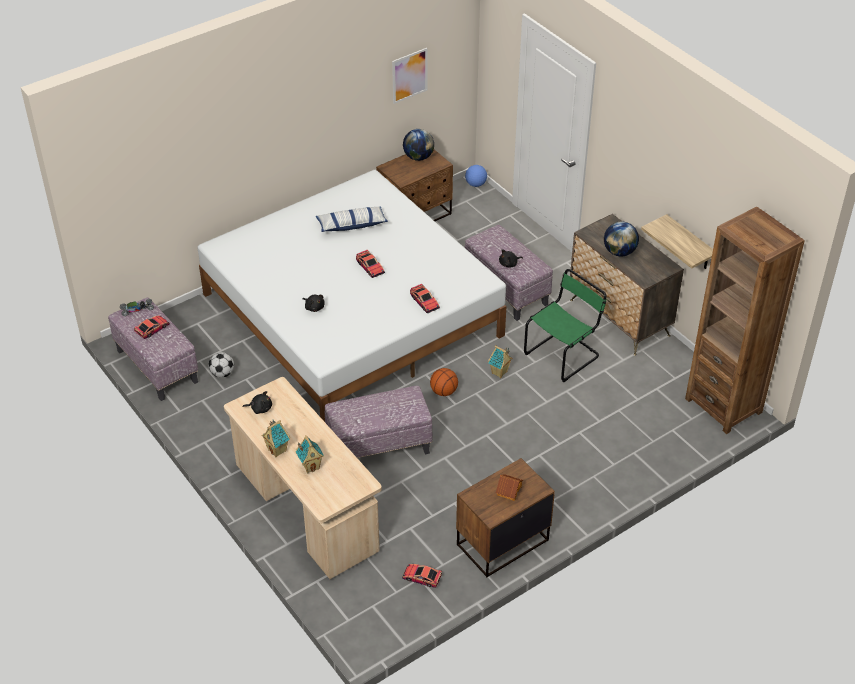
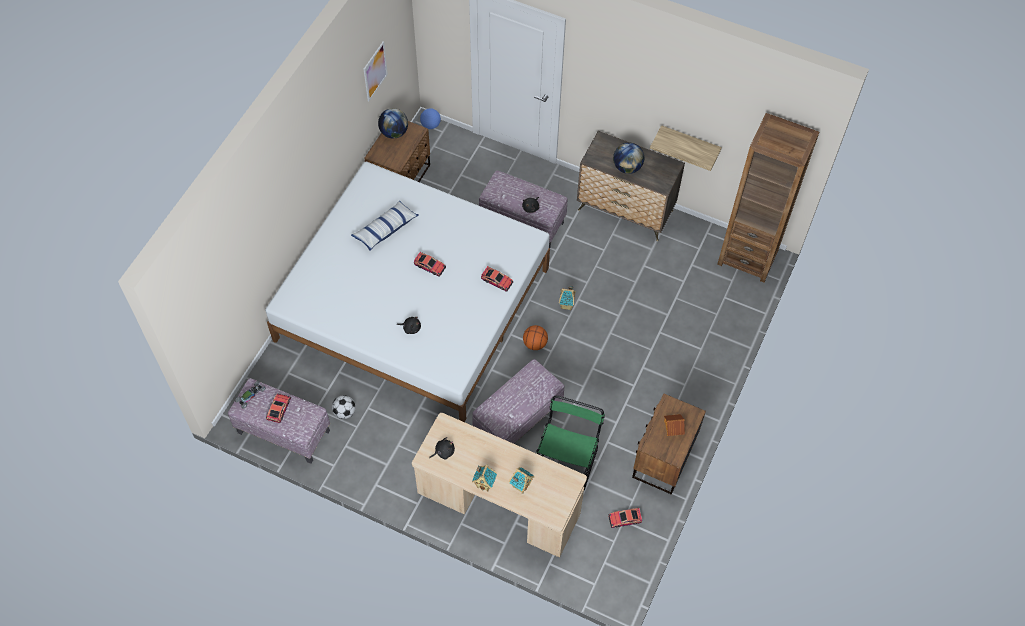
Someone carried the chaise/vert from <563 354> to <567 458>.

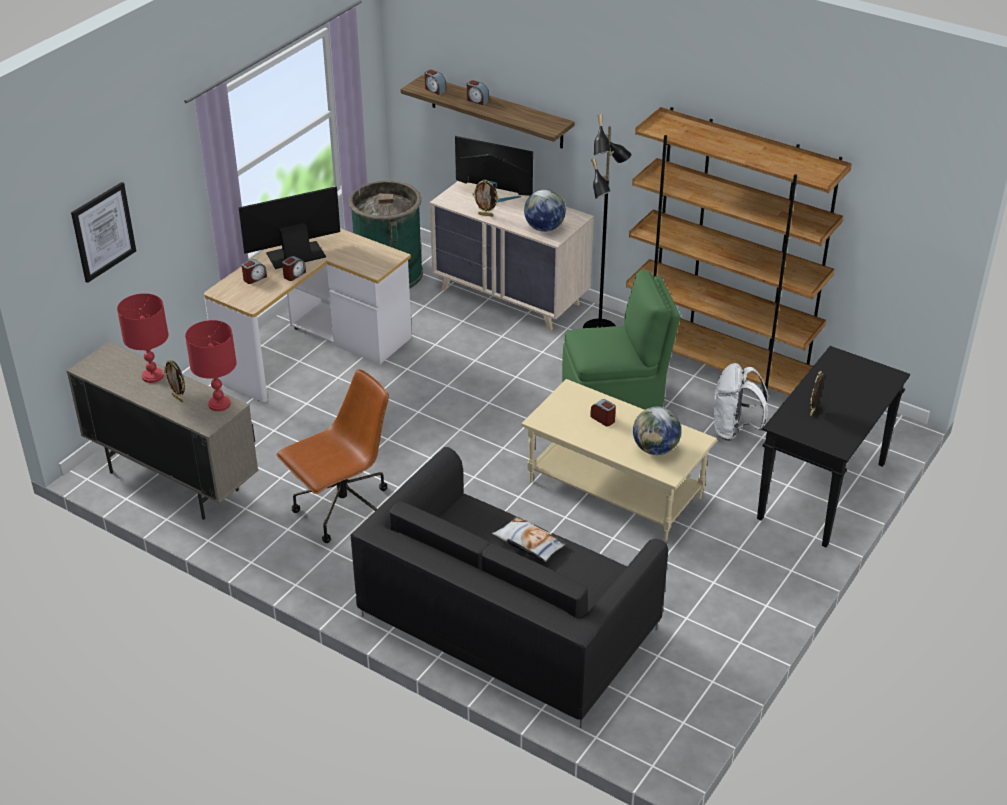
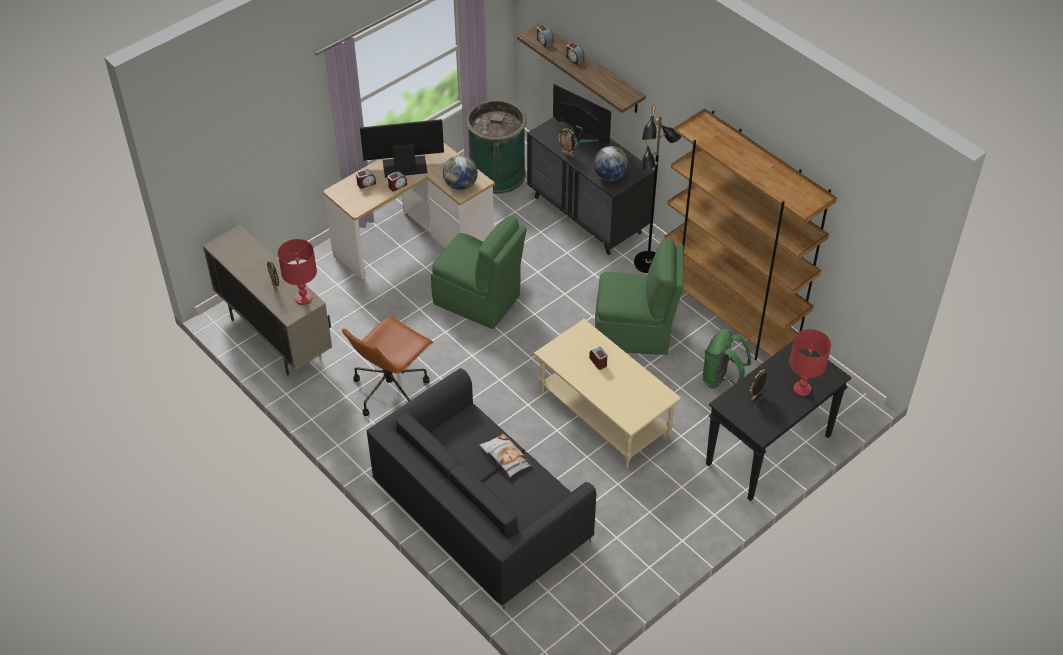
Someone took away the tableau at <103 231>. Someone put down the chaise/vert at <478 301>. Someone carried the lampe de table/rouge from <153 376> to <802 389>. Someone carried the globe from <655 449> to <460 185>. Someone repainted the commode/beige at <511 296>, which became the commode/noir at <588 215>. Someone repainted the sac à dos/blanc at <735 430>, which became the sac à dos/vert at <722 379>. Someone rotated the chaise de bureau/marron at <342 511> by 150 degrees clockwise.

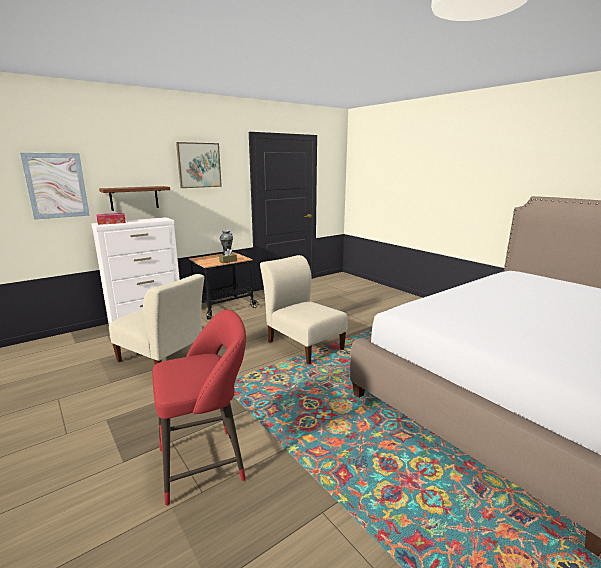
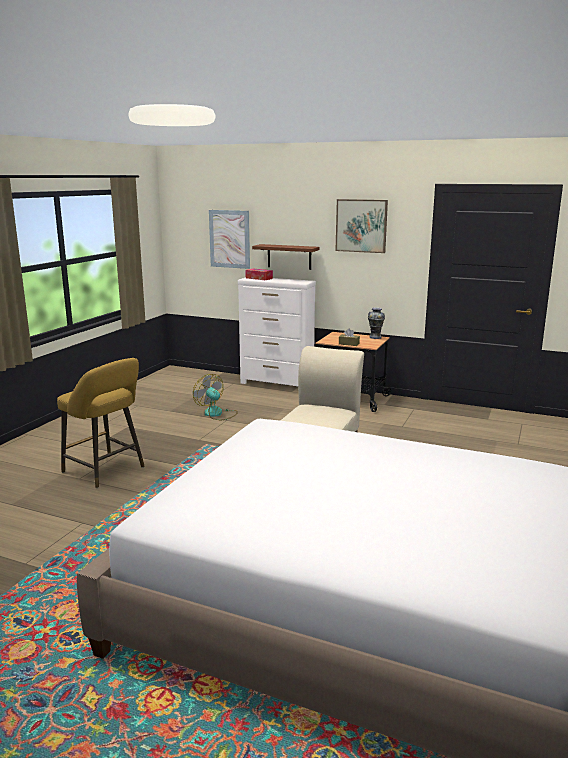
Someone swapped the chaise/beige at <162 361> for the ventilateur at <217 414>. Someone repainted the tabouret/rouge at <207 463>, which became the tabouret/jaune at <106 471>.

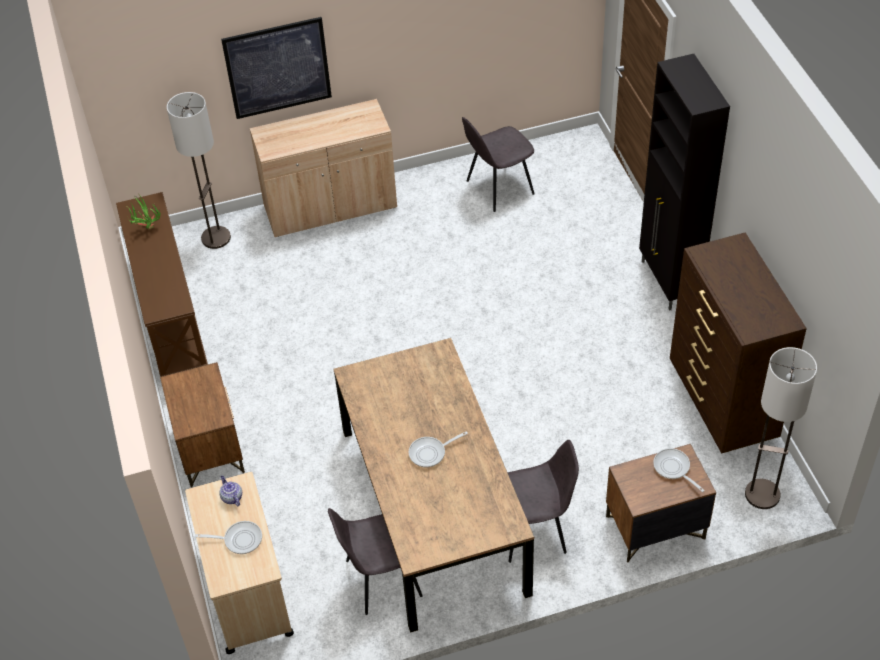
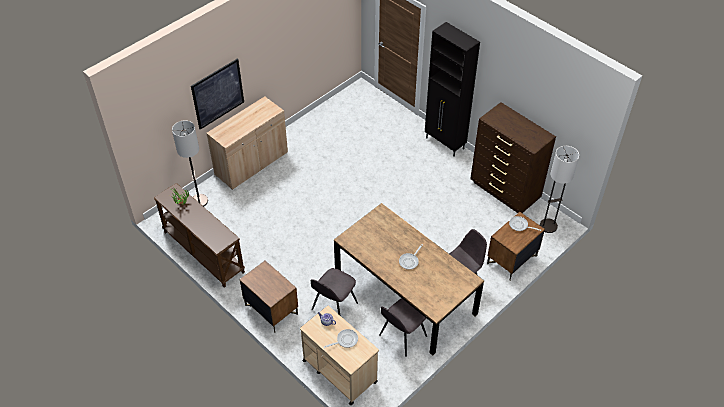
Someone carried the chaise/gris from <498 188> to <334 307>.

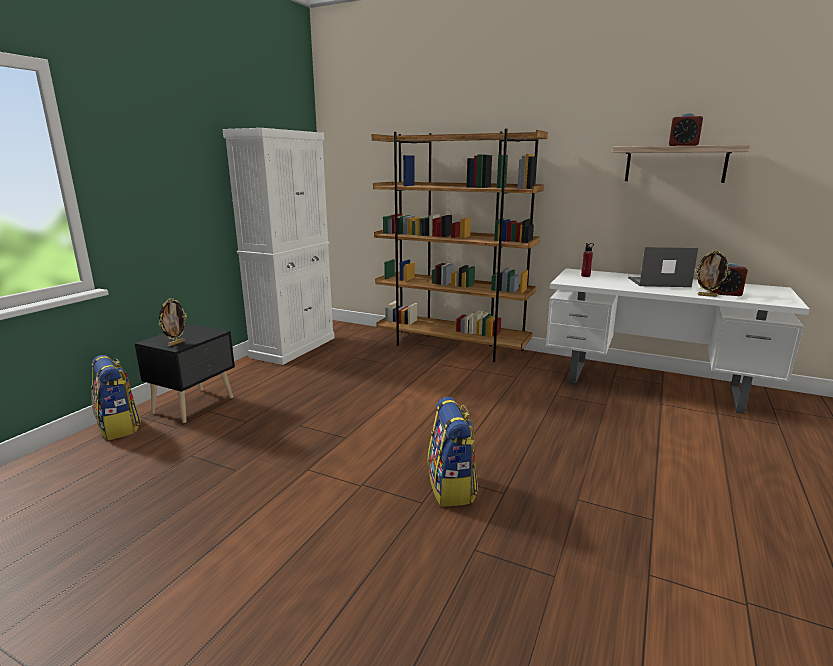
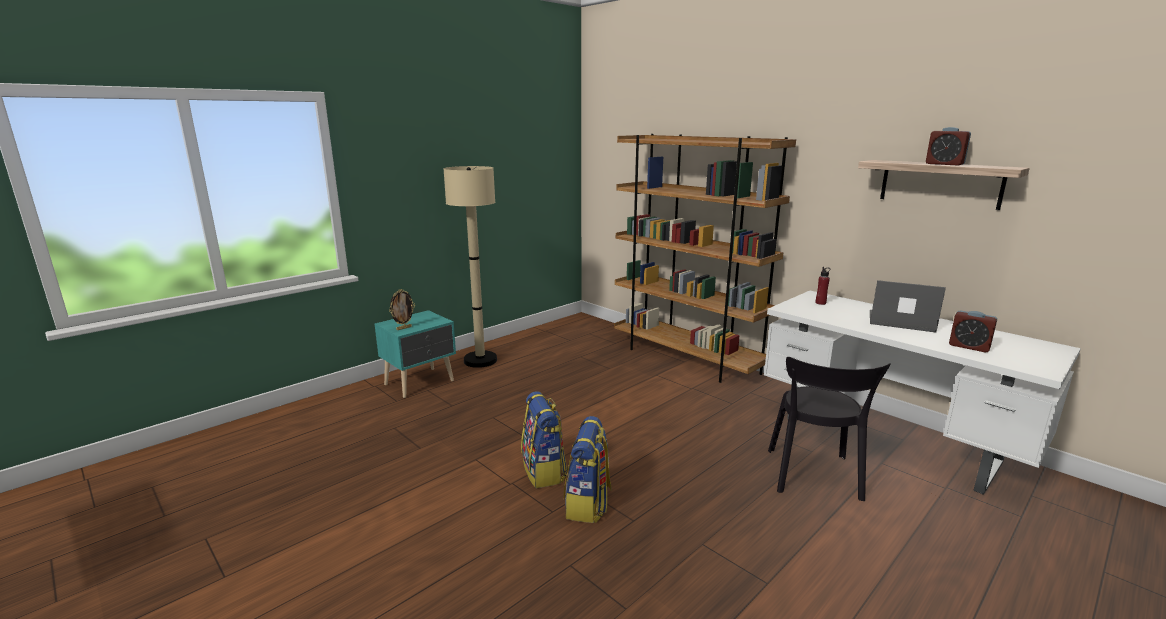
Someone took away the meuble de rangement/blanc at <294 347>. Someone took away the cadre photo at <707 295>. Someone put down the lampadaire/beige at <480 360>. Someone put down the chaise/noir at <813 477>. Someone carried the sac à dos from <119 427> to <544 471>. Someone repainted the table de chevet/noir at <195 405>, which became the table de chevet/turquoise at <421 383>.

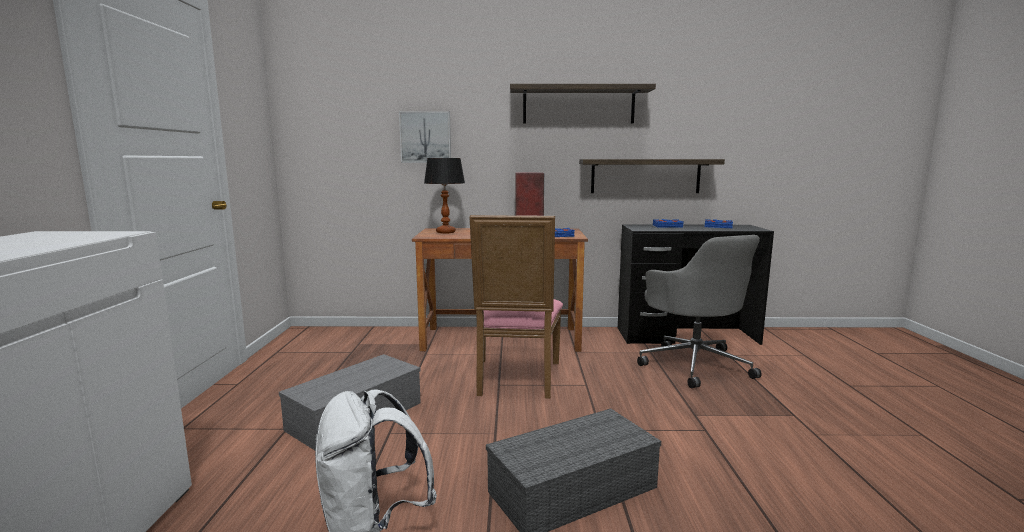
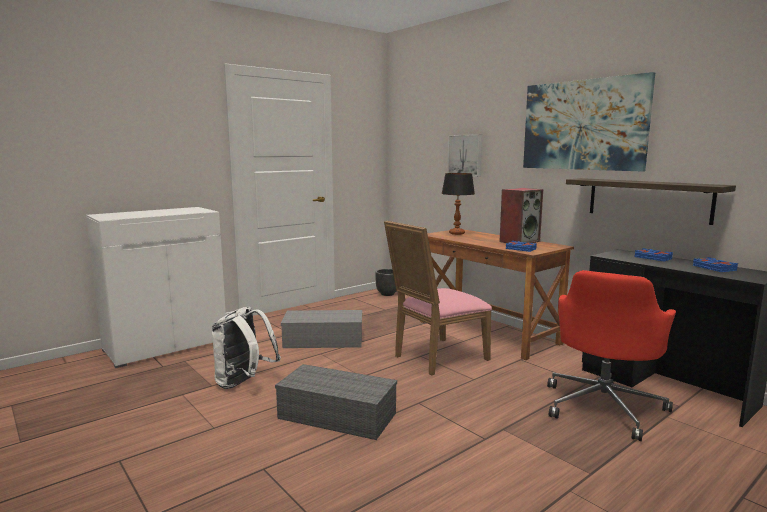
Someone put down the cache-pot/noir at <387 294>. Someone swapped the étagère at <578 105> for the tableau at <583 125>. Someone repainted the chaise de bureau/gris at <694 364>, which became the chaise de bureau/rouge at <603 406>.

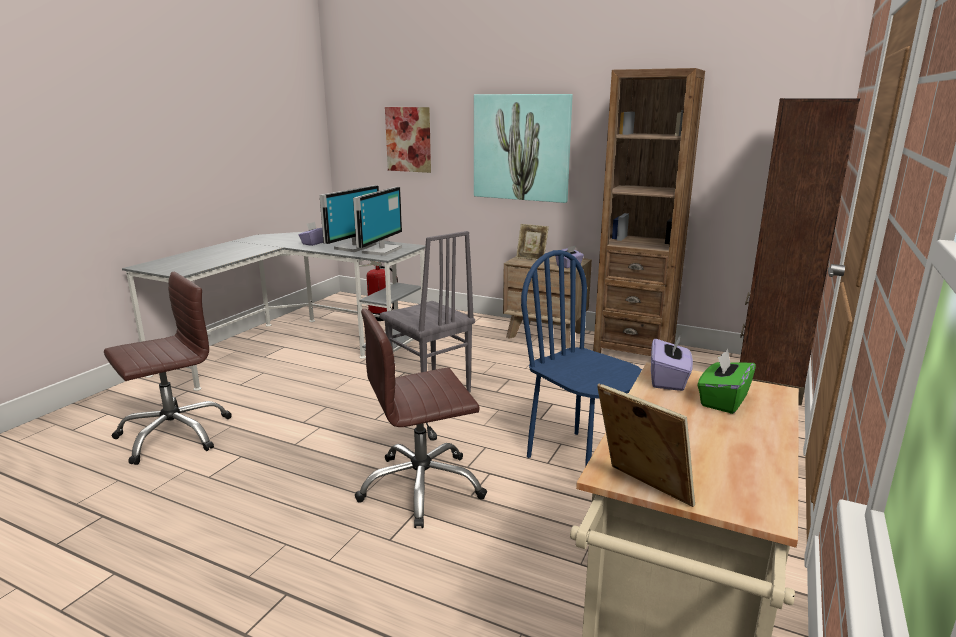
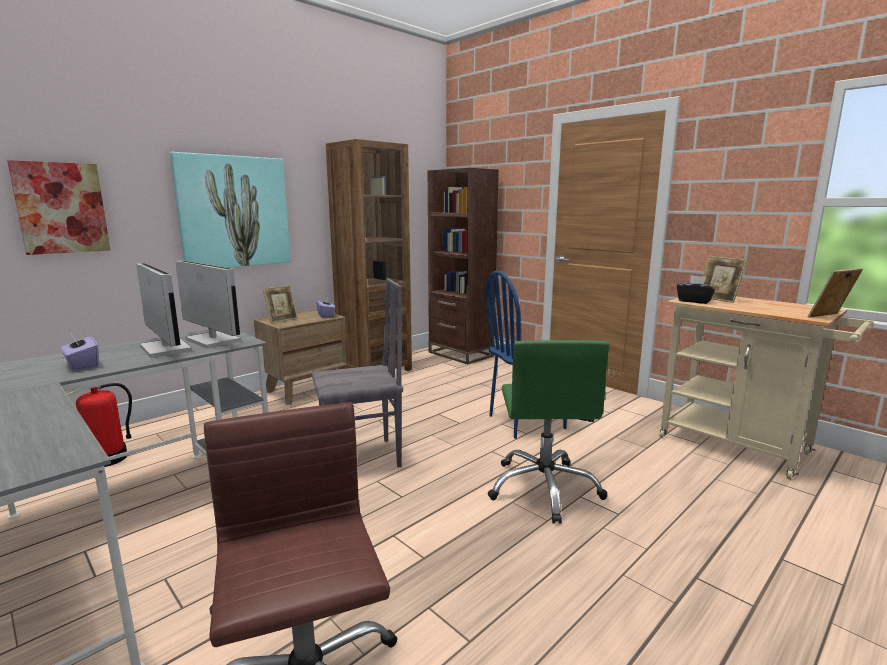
Someone swapped the boîte à mouchoirs/vert at <723 400> for the cadre photo at <718 299>. Someone repainted the chaise de bureau/marron at <421 487>, which became the chaise de bureau/vert at <544 488>. Someone repainted the boîte à mouchoirs/violet at <668 380>, which became the boîte à mouchoirs/noir at <694 301>.

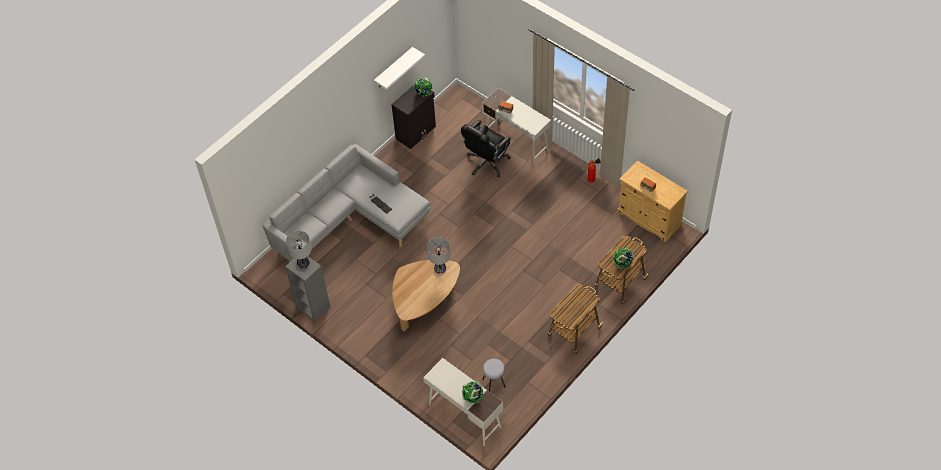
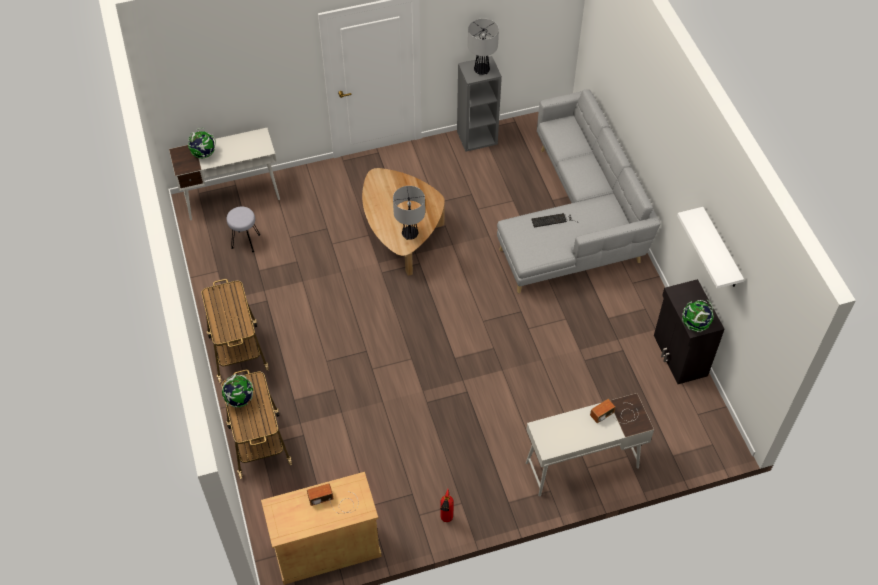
Someone took away the chaise de bureau/noir at <487 162>.

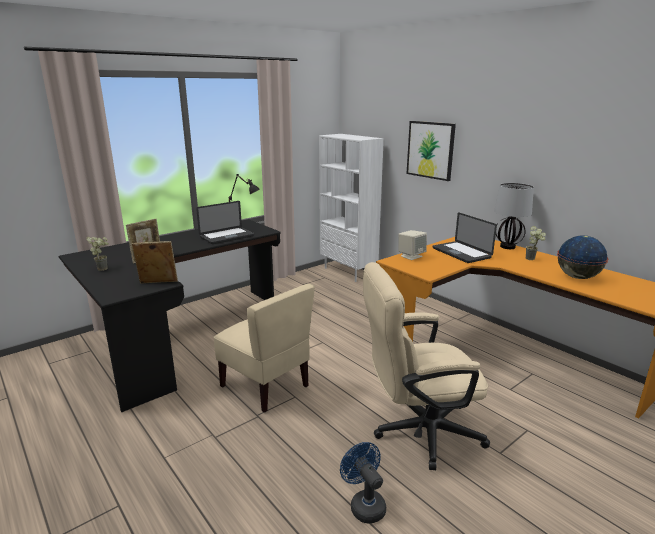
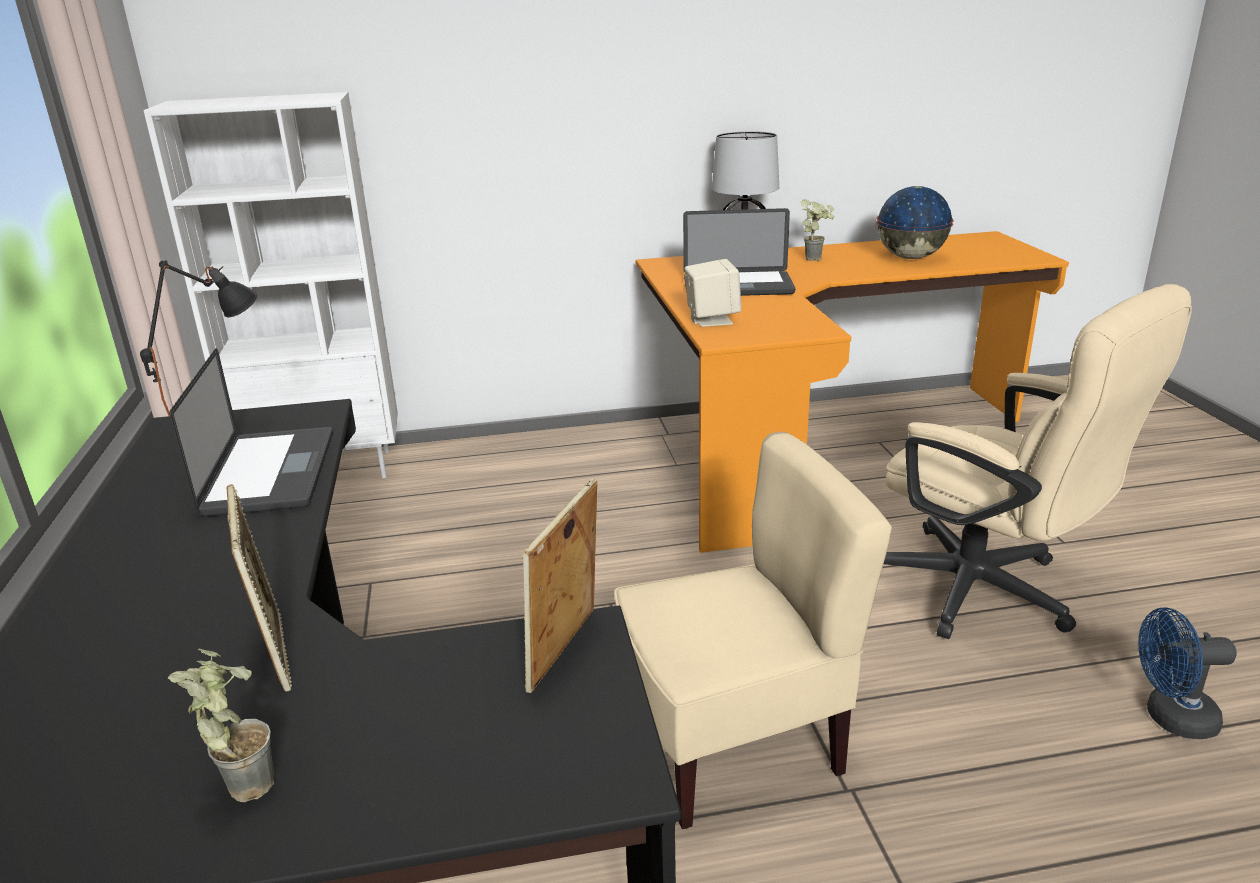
Someone took away the tableau at <430 150>. Someone rotated the chaise de bureau/beige at <418 431> by 60 degrees counterclockwise.

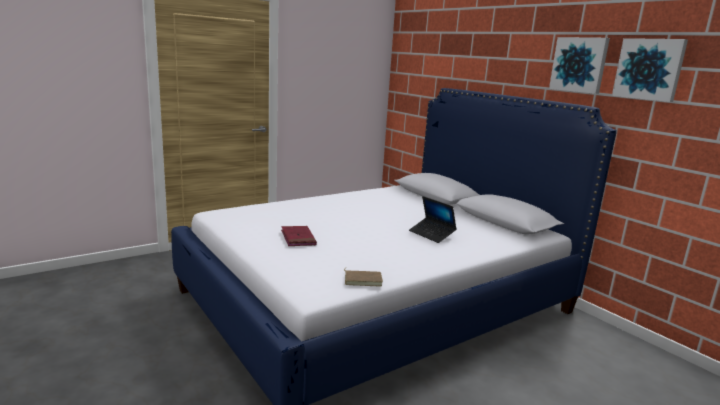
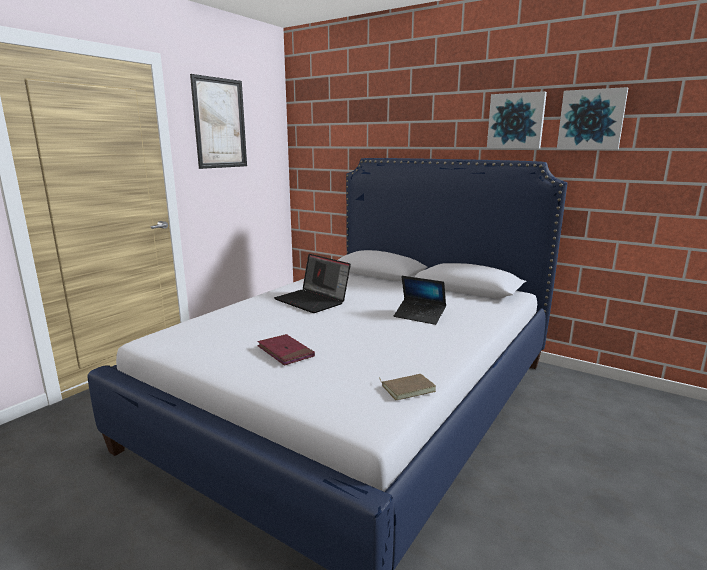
Someone put up the tableau at <220 123>. Someone put down the ordinateur portable at <313 301>.

